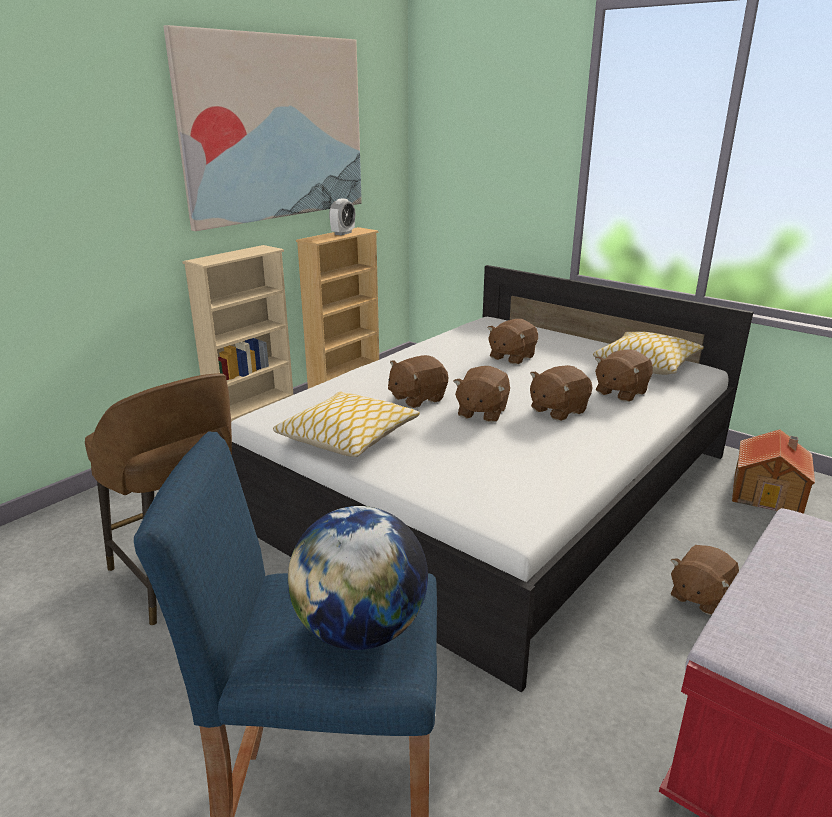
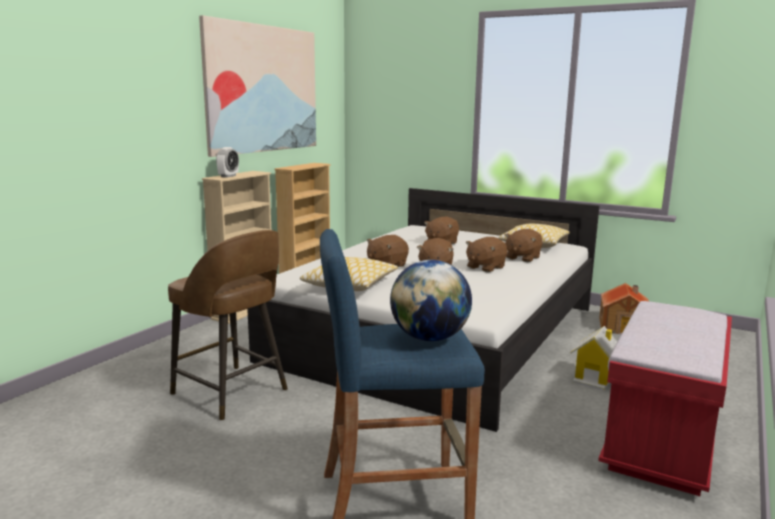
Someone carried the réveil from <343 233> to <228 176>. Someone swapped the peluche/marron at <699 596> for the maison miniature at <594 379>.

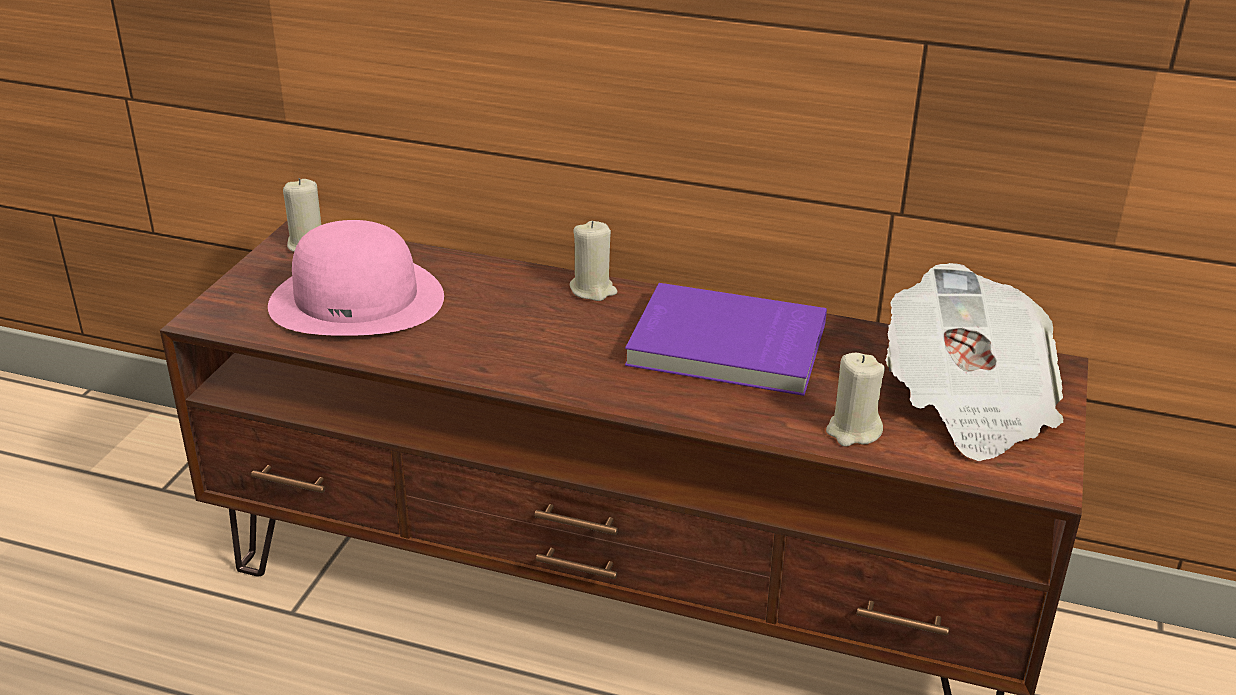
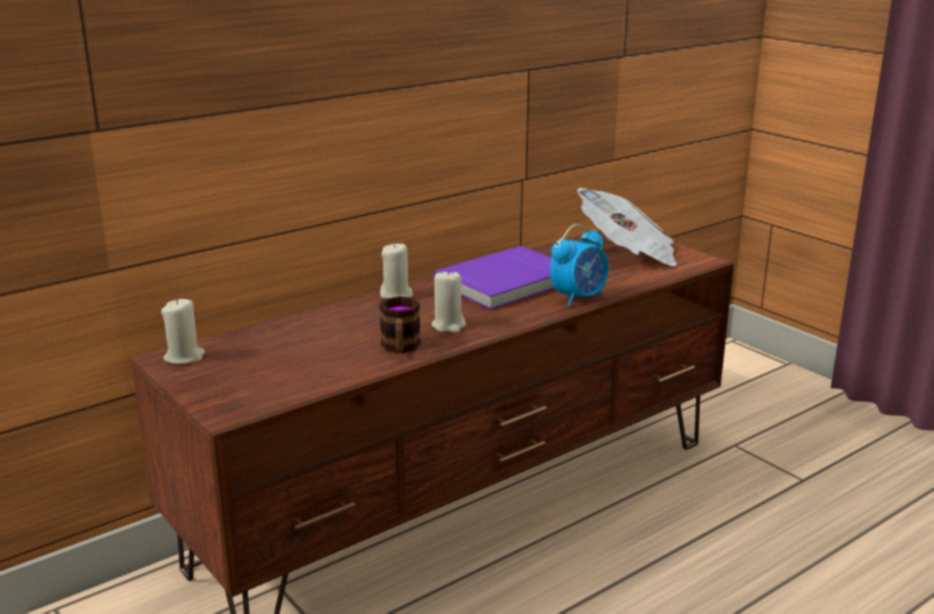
Someone took away the chapeau/rose at <357 299>. Someone put down the mug at <400 348>. Someone put down the réveil at <579 297>. Someone carried the bougie/beige from <853 431> to <449 325>.

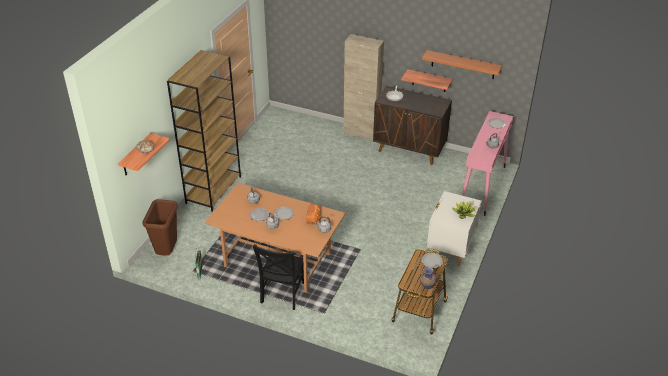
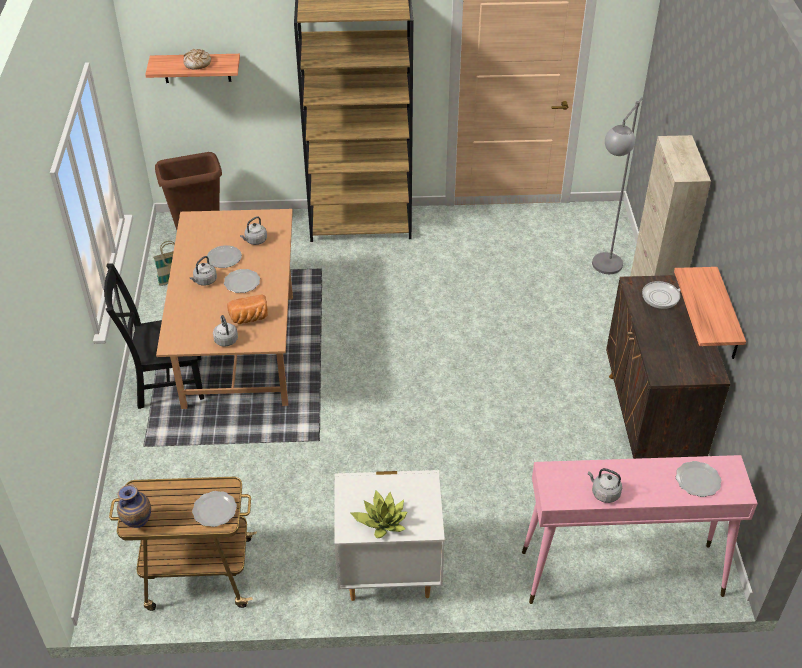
Someone took away the étagère at <463 65>. Someone put down the lampadaire/gris at <603 270>.

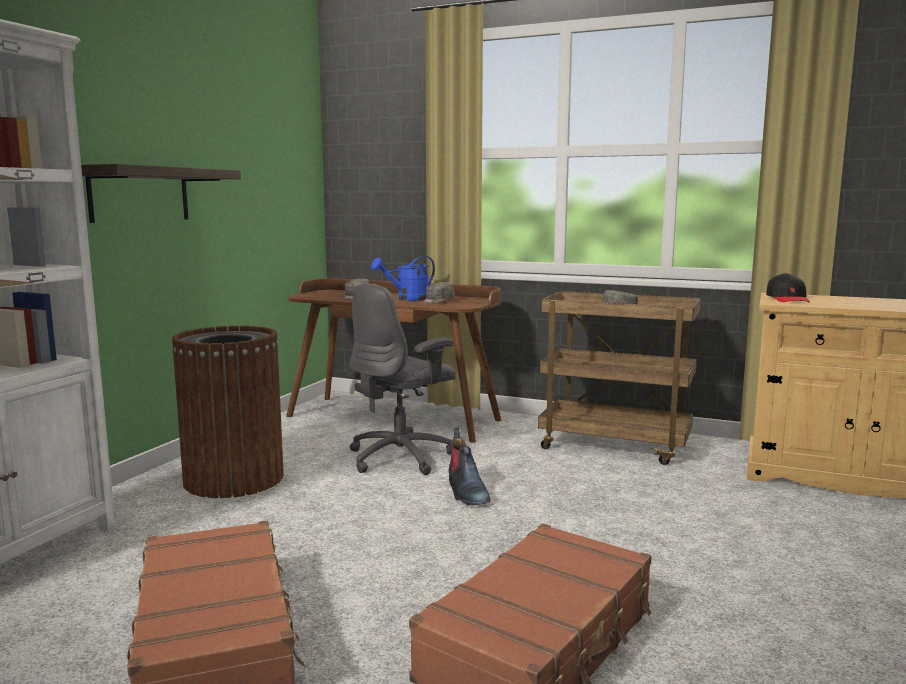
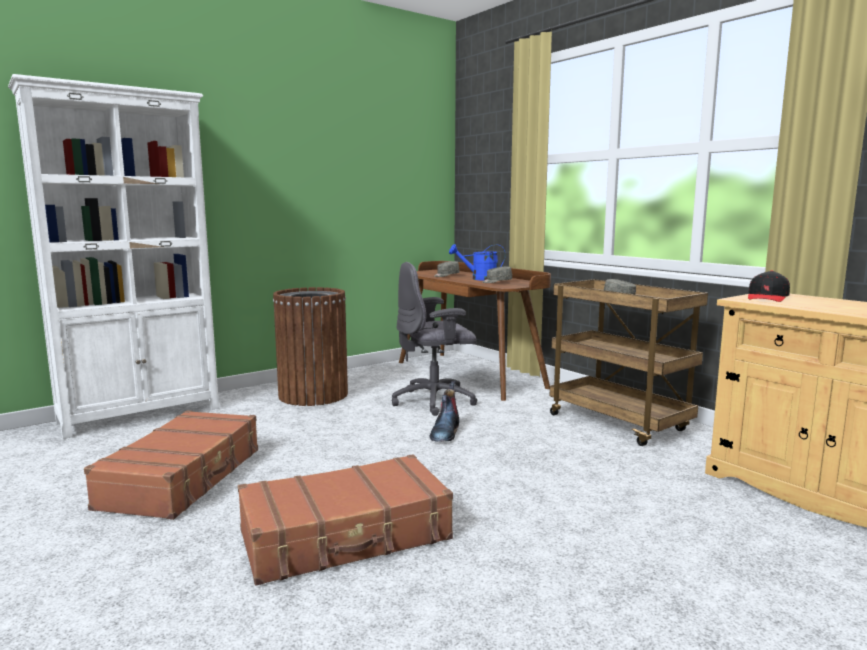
Someone took away the étagère at <140 194>.

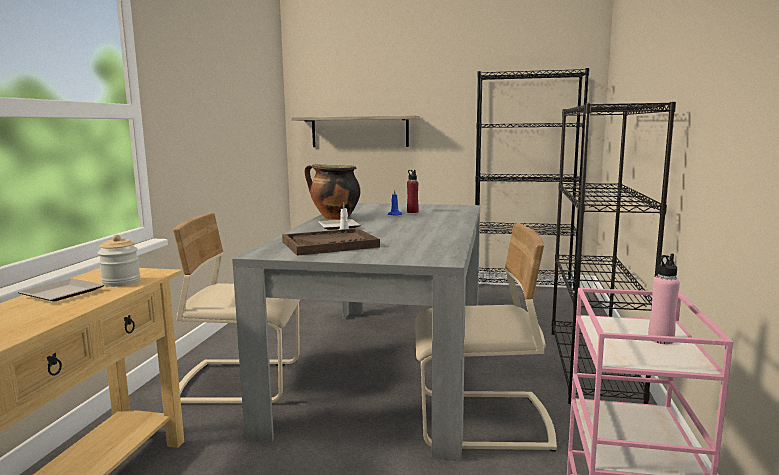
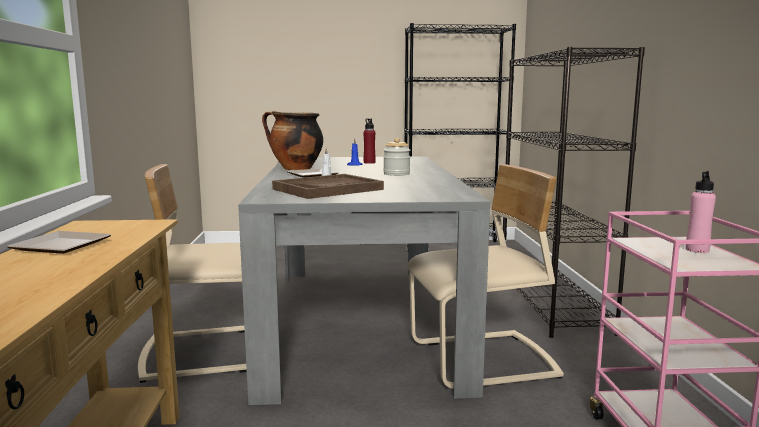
Someone took away the étagère at <359 132>. Someone carried the bocal from <121 282> to <396 174>.

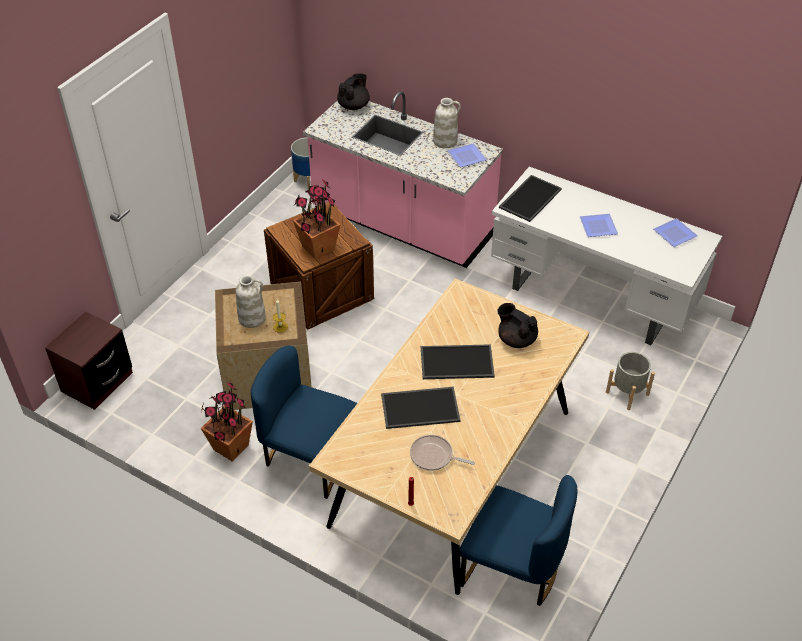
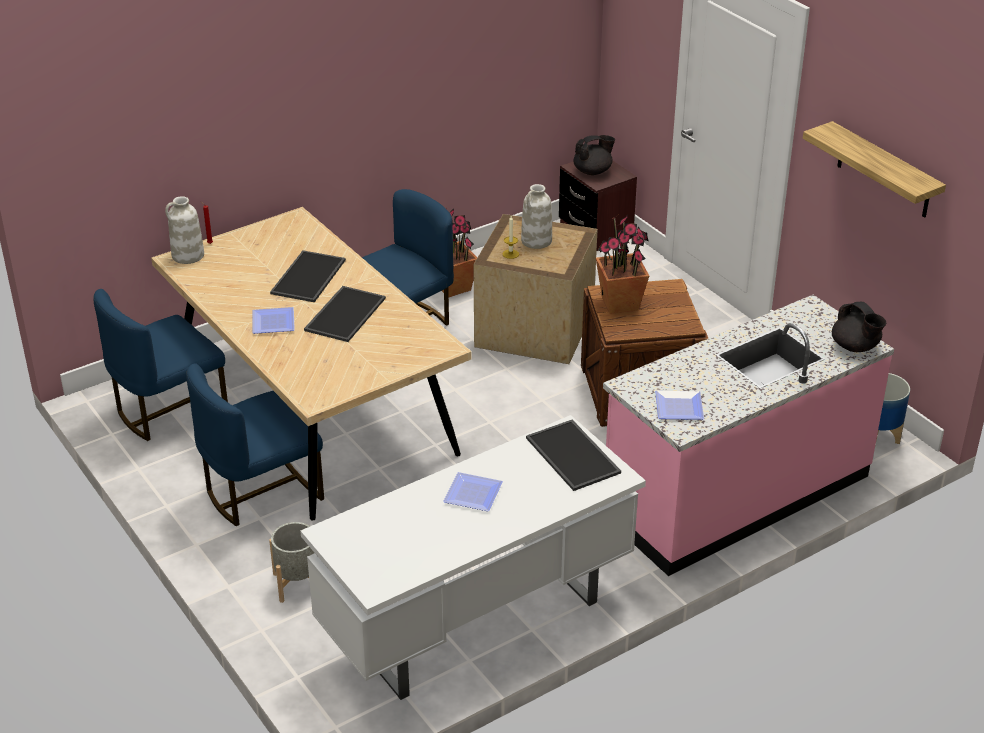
Someone took away the poêle at <434 456>. Someone put down the chaise/bleu at <261 491>. Someone put up the étagère at <884 171>. Someone carried the vase/blanc from <445 141> to <187 256>. Someone carried the théière/noir from <516 339> to <593 171>. Someone carried the assiette from <673 234> to <275 321>.

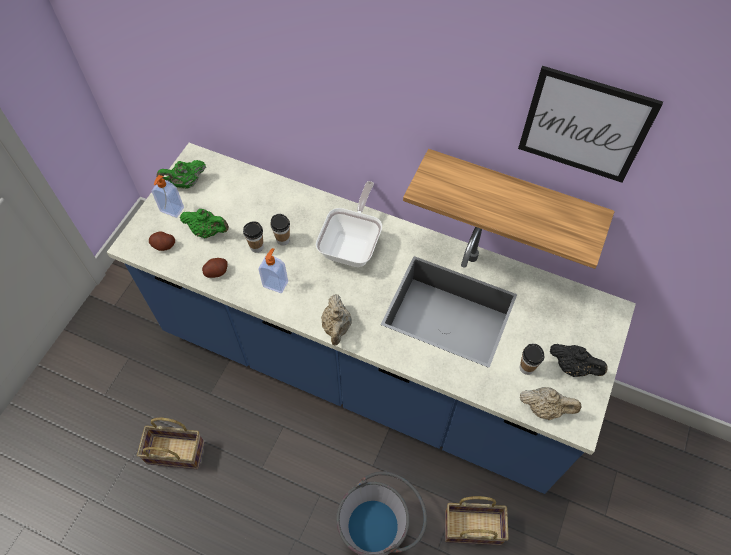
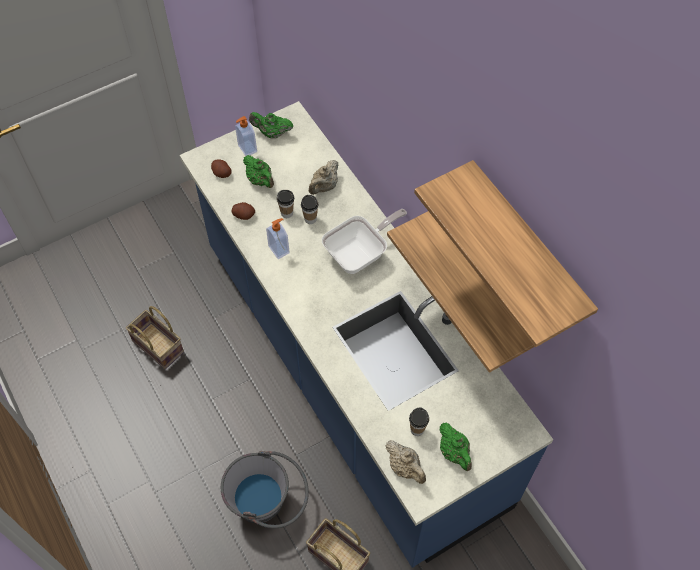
Someone carried the théière/beige from <337 328> to <324 187>. Someone swapped the tableau at <584 125> for the étagère at <527 249>. Someone repainted the théière/noir at <572 367>, which became the théière/vert at <454 452>.

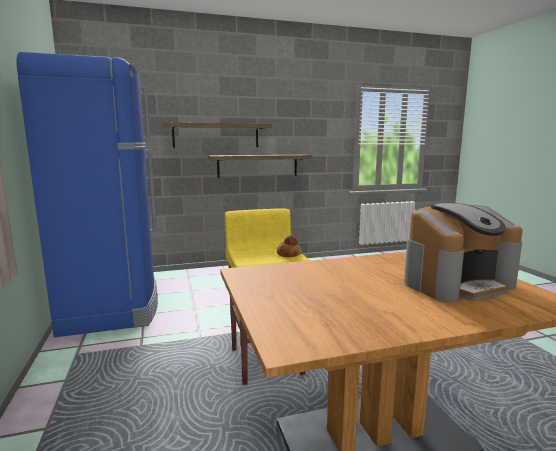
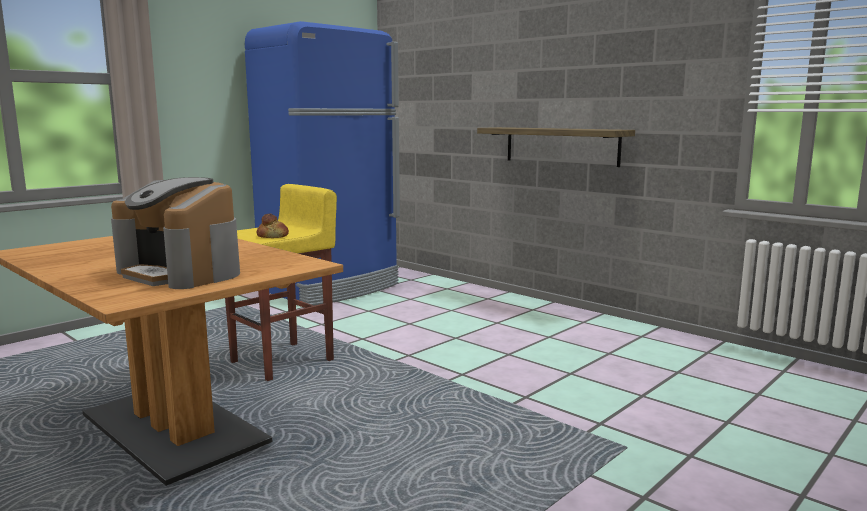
Someone took away the étagère at <216 136>.

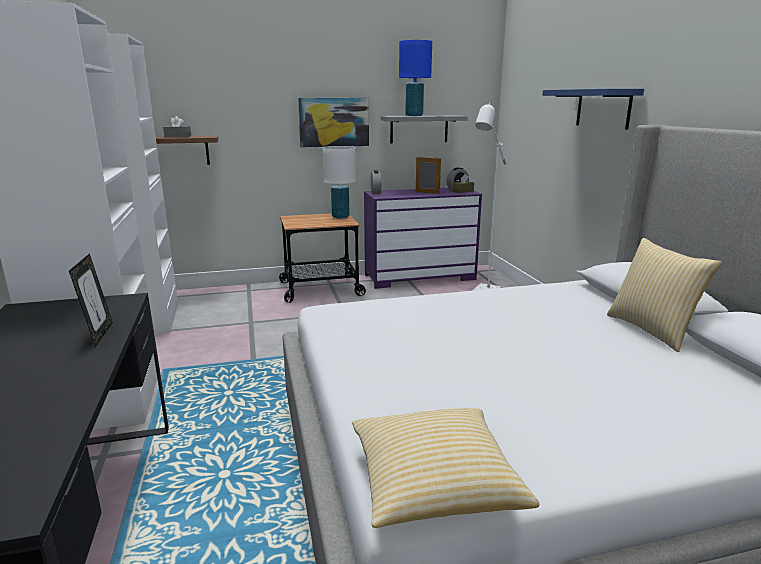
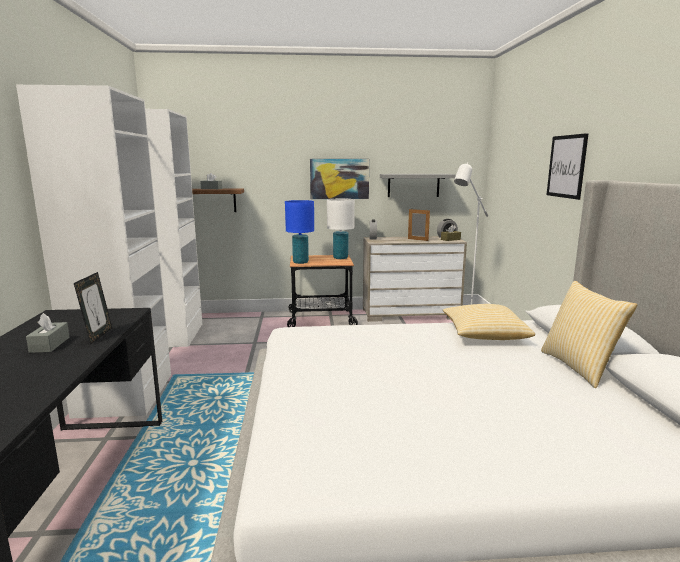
Someone put down the boîte à mouchoirs/gris at <50 345>. Someone carried the coussin from <434 485> to <484 335>. Someone carried the lampe de table/bleu from <414 115> to <300 262>. Someone swapped the étagère/bleu at <603 108> for the tableau at <566 166>. Someone repainted the commode/violet at <420 277>, which became the commode/beige at <410 314>.

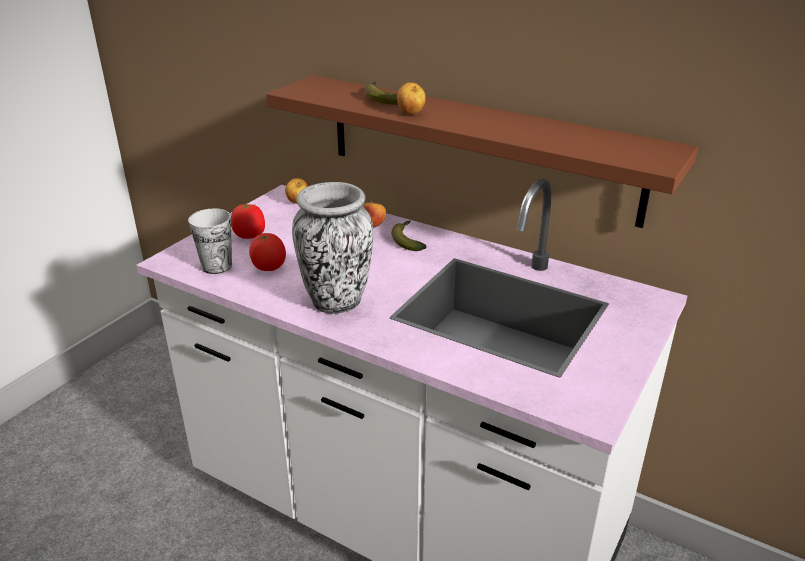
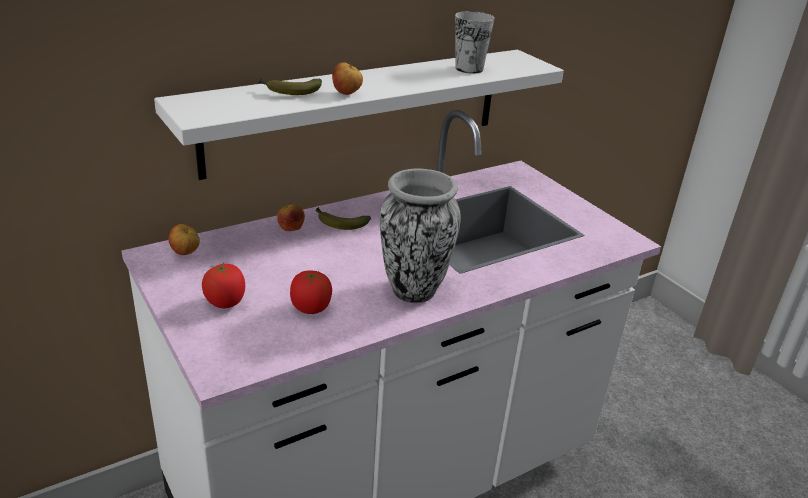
Someone carried the tasse from <217 266> to <469 69>. Someone repainted the étagère/marron at <478 147>, which became the étagère/blanc at <358 110>.

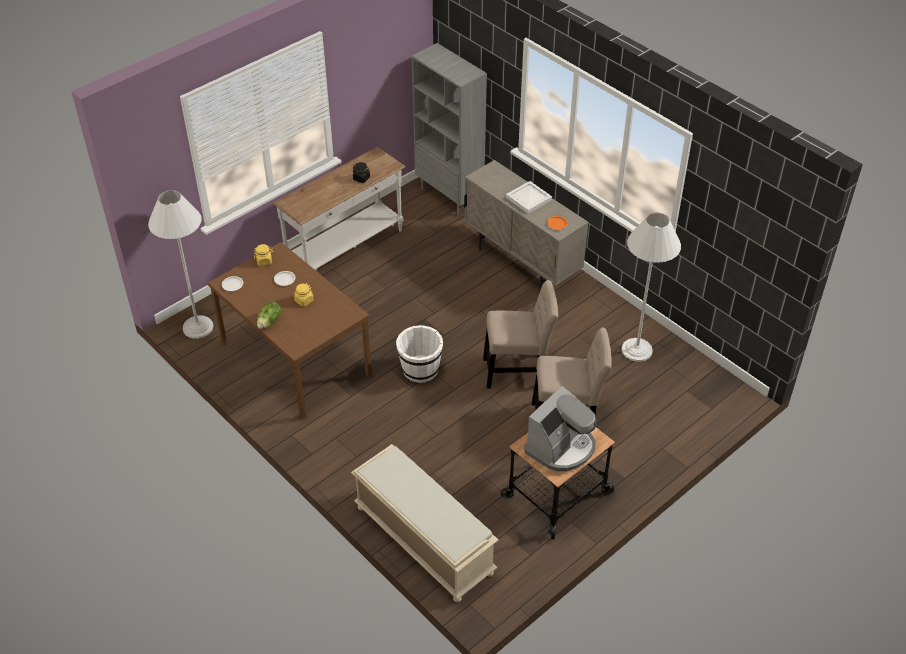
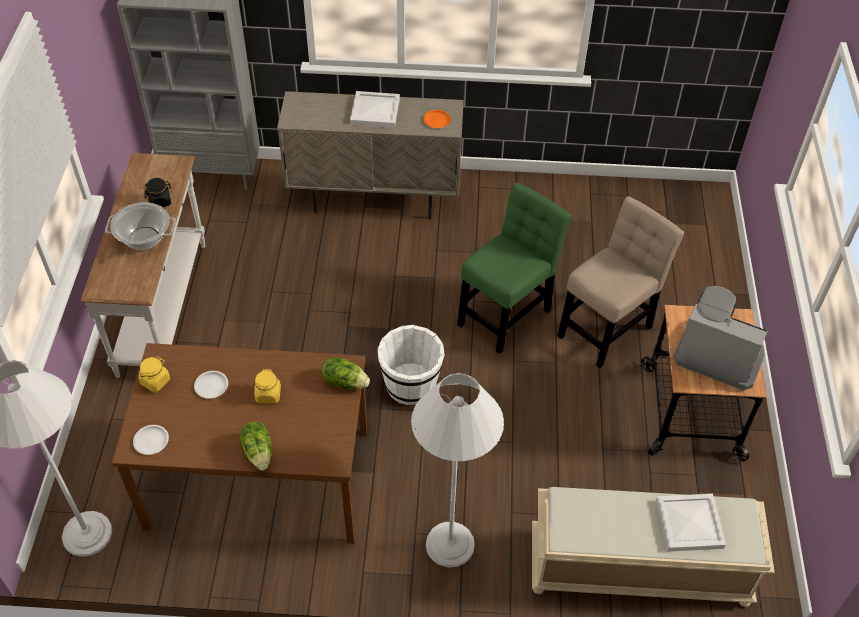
Someone put down the marmite at <144 238>. Someone put down the laitue at <345 382>. Someone put down the plateau/blanc at <690 523>. Someone carried the lampadaire/blanc from <636 350> to <450 545>. Someone repainted the chaise/beige at <518 371>, which became the chaise/vert at <506 313>. Someone rotated the machine à café at <561 447> by 60 degrees counterclockwise.

